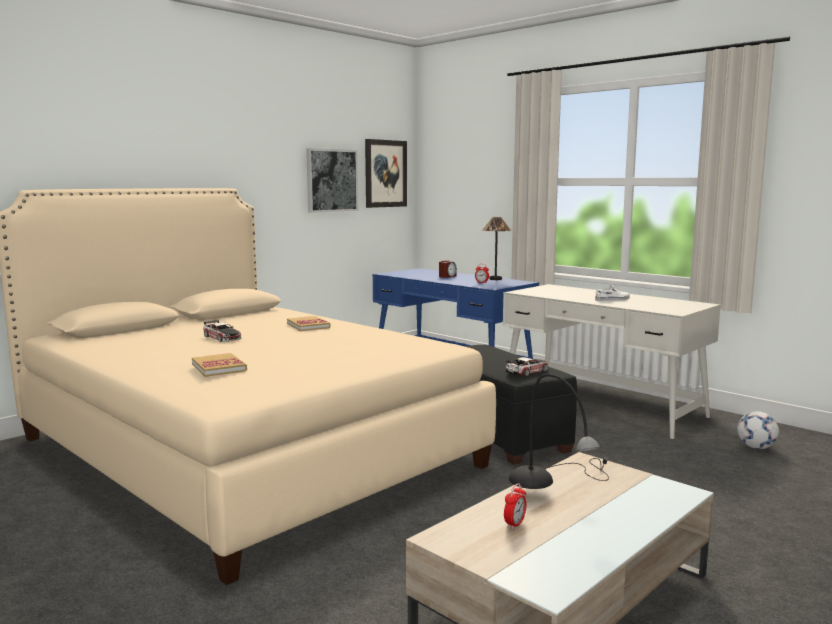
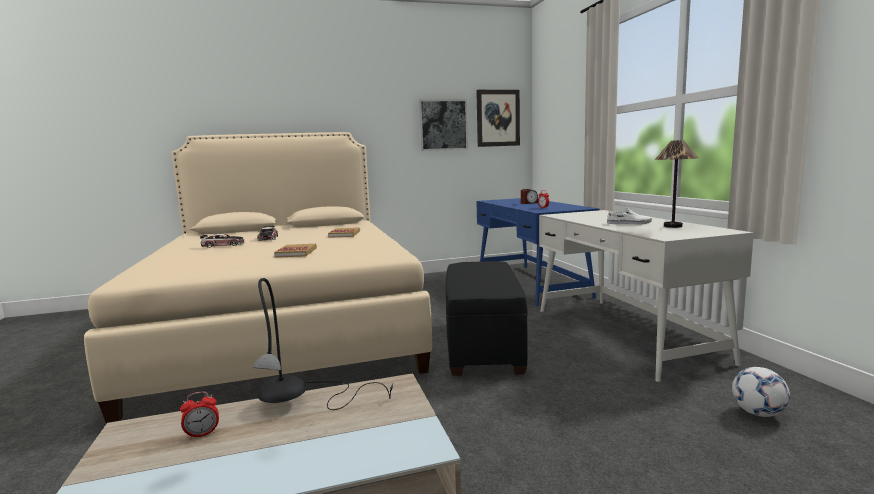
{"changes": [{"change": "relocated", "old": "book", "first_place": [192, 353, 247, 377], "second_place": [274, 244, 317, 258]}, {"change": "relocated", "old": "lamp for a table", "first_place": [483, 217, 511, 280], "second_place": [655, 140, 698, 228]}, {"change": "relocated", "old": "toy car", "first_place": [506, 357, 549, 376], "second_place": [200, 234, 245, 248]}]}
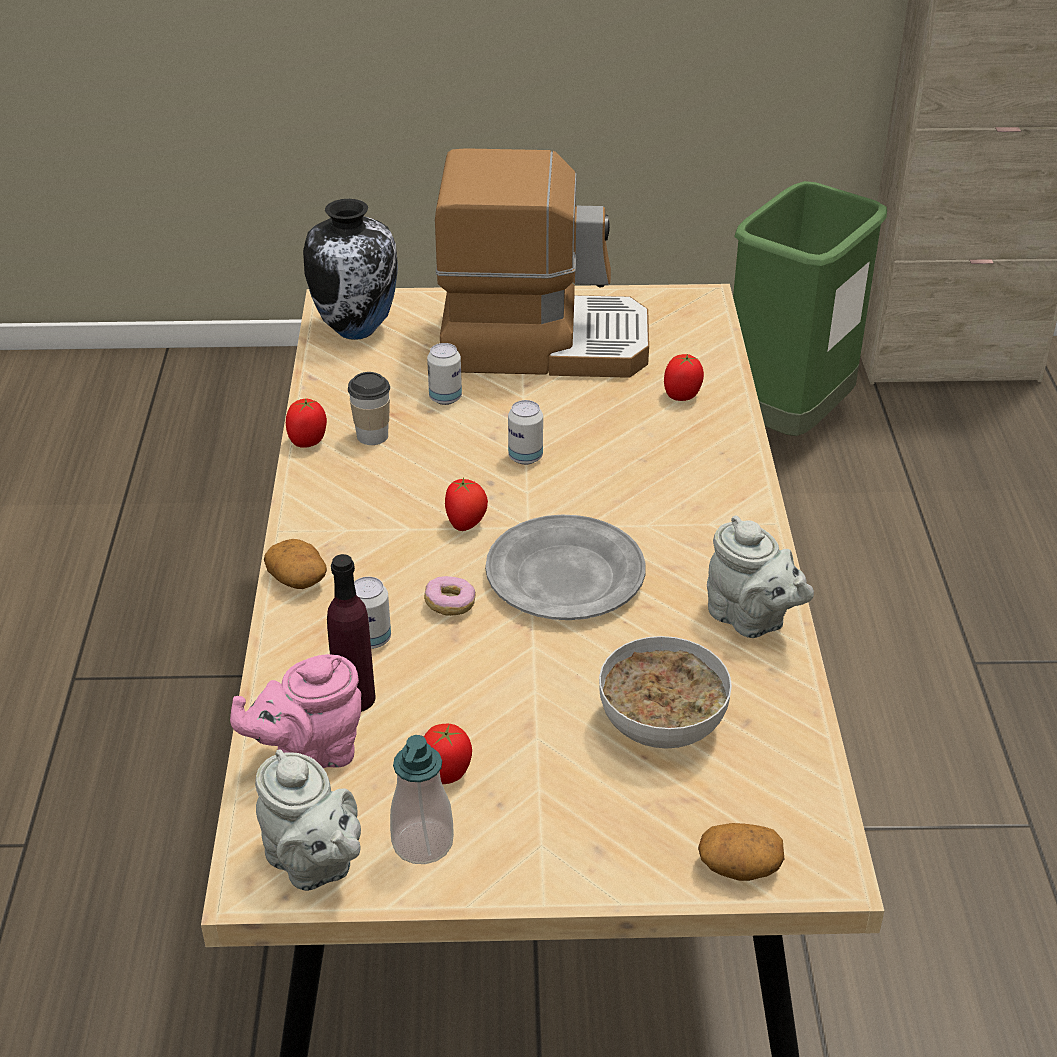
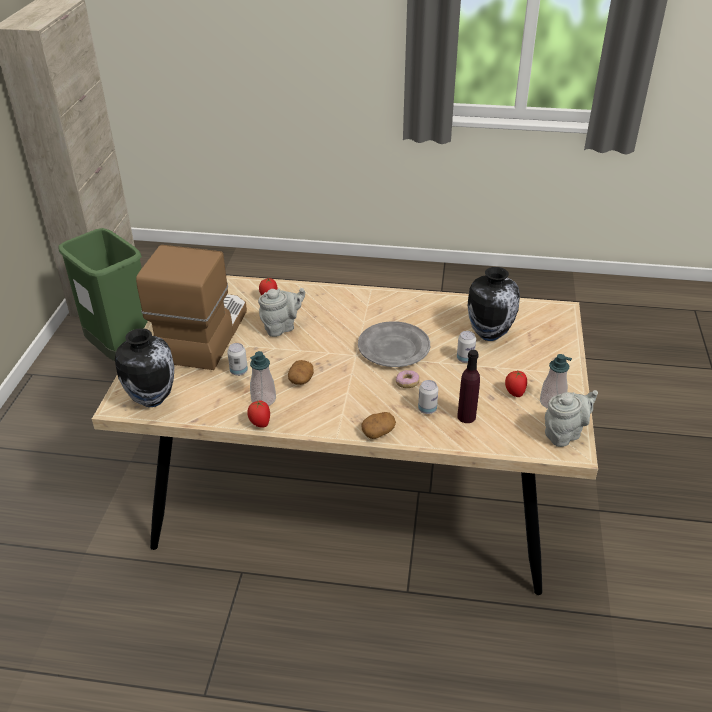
{"changes": [{"change": "missing", "old": "pot for tea (pinkish)", "first_place": [230, 654, 362, 768]}, {"change": "missing", "old": "tomato", "first_place": [445, 477, 488, 531]}, {"change": "relocated", "old": "sealed can", "first_place": [508, 400, 543, 465], "second_place": [457, 331, 476, 363]}, {"change": "relocated", "old": "whole potato", "first_place": [698, 823, 784, 881], "second_place": [288, 360, 314, 385]}, {"change": "relocated", "old": "pot for tea (greyish)", "first_place": [707, 515, 814, 638], "second_place": [258, 288, 305, 337]}, {"change": "exchanged", "old": "drinking cup", "new": "soap bottle", "first_place": [348, 372, 390, 445], "second_place": [250, 351, 276, 406]}, {"change": "exchanged", "old": "serving bowl", "new": "vase", "first_place": [599, 636, 732, 748], "second_place": [468, 267, 520, 341]}]}
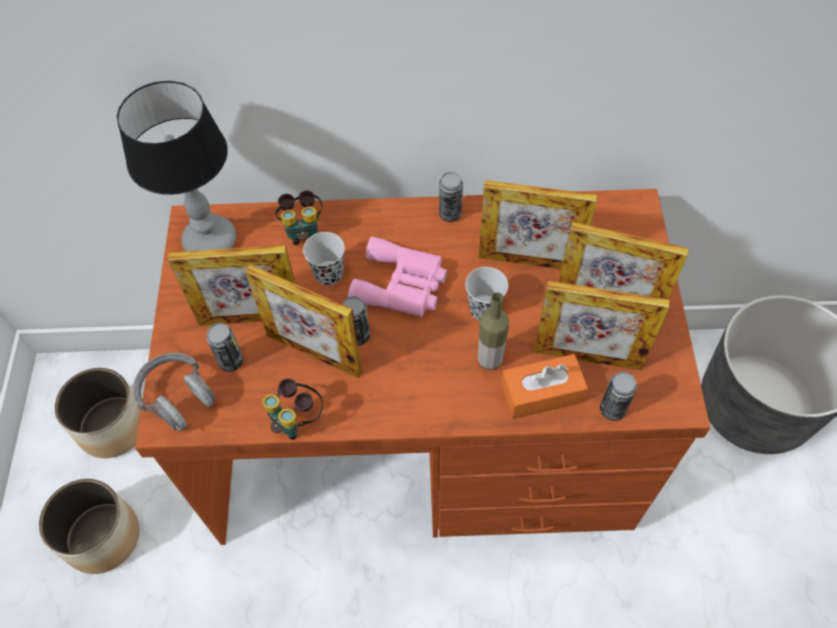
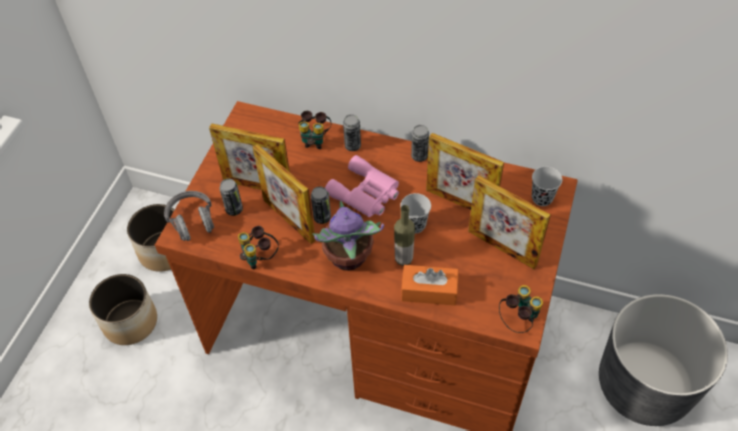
{"changes": [{"change": "missing", "old": "lamp for a table", "first_place": [117, 81, 236, 251]}, {"change": "missing", "old": "photo frame", "first_place": [533, 281, 670, 370]}, {"change": "appeared", "new": "potted plant", "second_place": [312, 201, 384, 271]}, {"change": "appeared", "new": "binoculars", "second_place": [499, 285, 543, 333]}, {"change": "relocated", "old": "drinking cup (black)", "first_place": [303, 232, 345, 286], "second_place": [532, 166, 562, 206]}, {"change": "relocated", "old": "sealed can", "first_place": [600, 372, 637, 421], "second_place": [343, 114, 361, 151]}]}
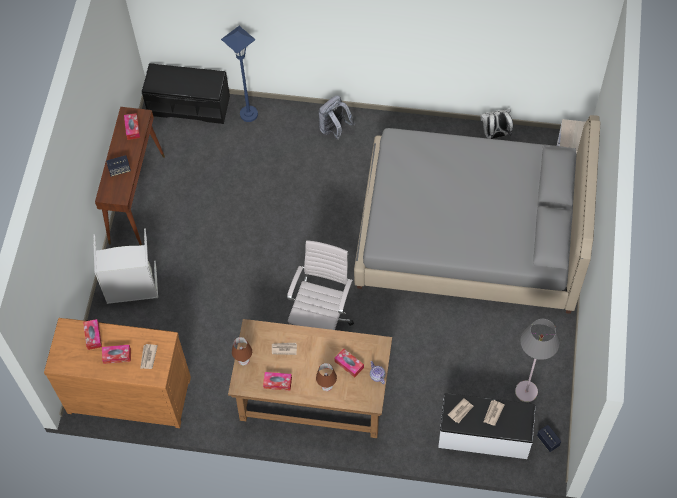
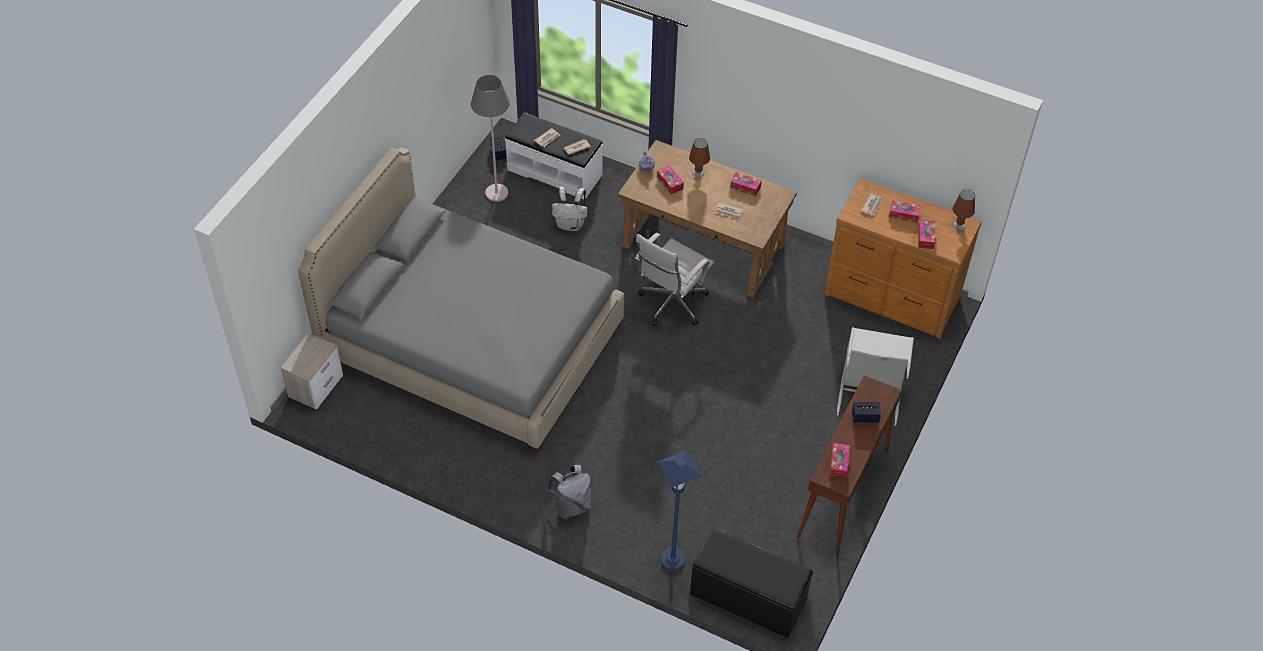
{"changes": [{"change": "relocated", "old": "lamp for a table (brown)", "first_place": [232, 337, 252, 365], "second_place": [952, 189, 975, 230]}, {"change": "relocated", "old": "knapsack (white)", "first_place": [480, 109, 513, 139], "second_place": [552, 186, 588, 231]}]}
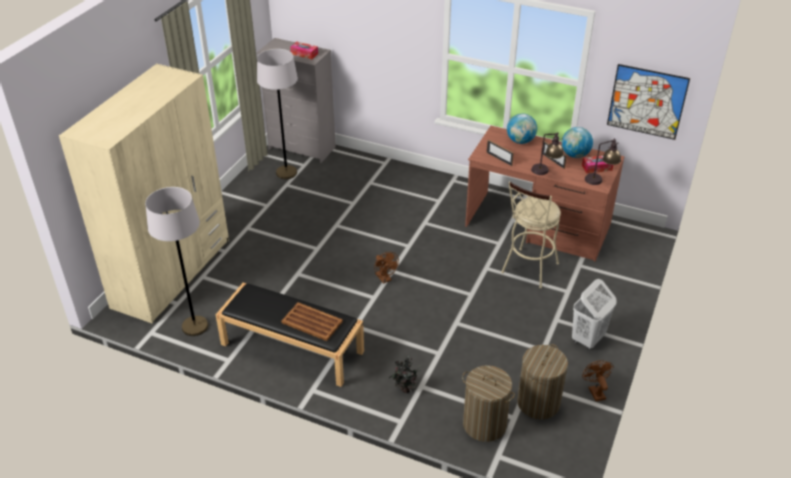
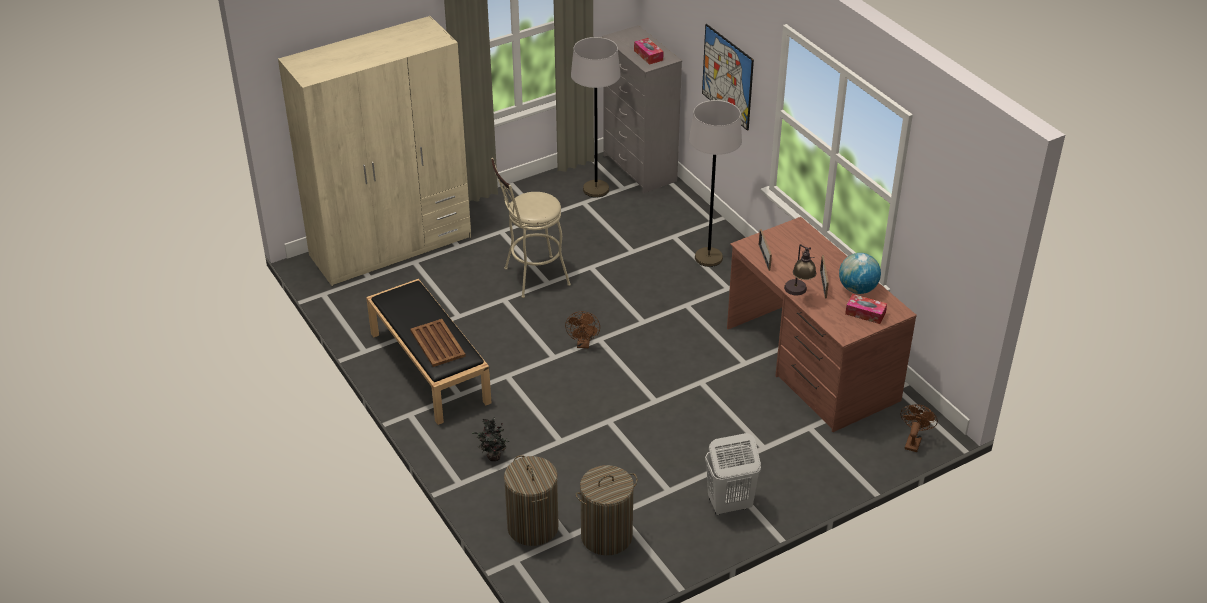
{"changes": [{"change": "missing", "old": "desk globe", "first_place": [507, 113, 537, 144]}, {"change": "missing", "old": "lamp for a table", "first_place": [585, 138, 621, 185]}, {"change": "relocated", "old": "standard lamp (greyish)", "first_place": [145, 187, 208, 336], "second_place": [689, 100, 742, 267]}, {"change": "relocated", "old": "stool seat (sand-coloured)", "first_place": [501, 181, 561, 288], "second_place": [491, 158, 571, 298]}, {"change": "relocated", "old": "cooling fan (brown)", "first_place": [582, 360, 613, 401], "second_place": [900, 404, 938, 452]}, {"change": "relocated", "old": "wall art", "first_place": [607, 64, 690, 140], "second_place": [702, 24, 754, 131]}]}
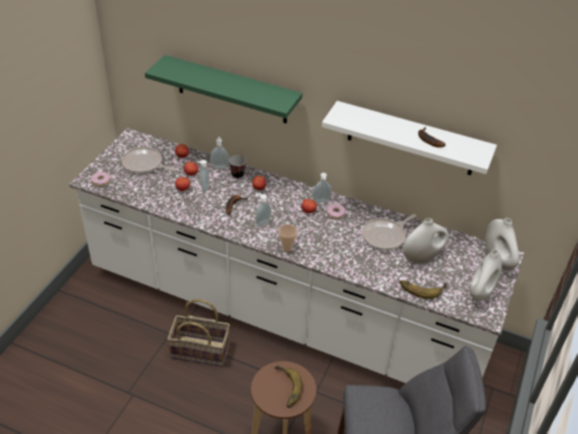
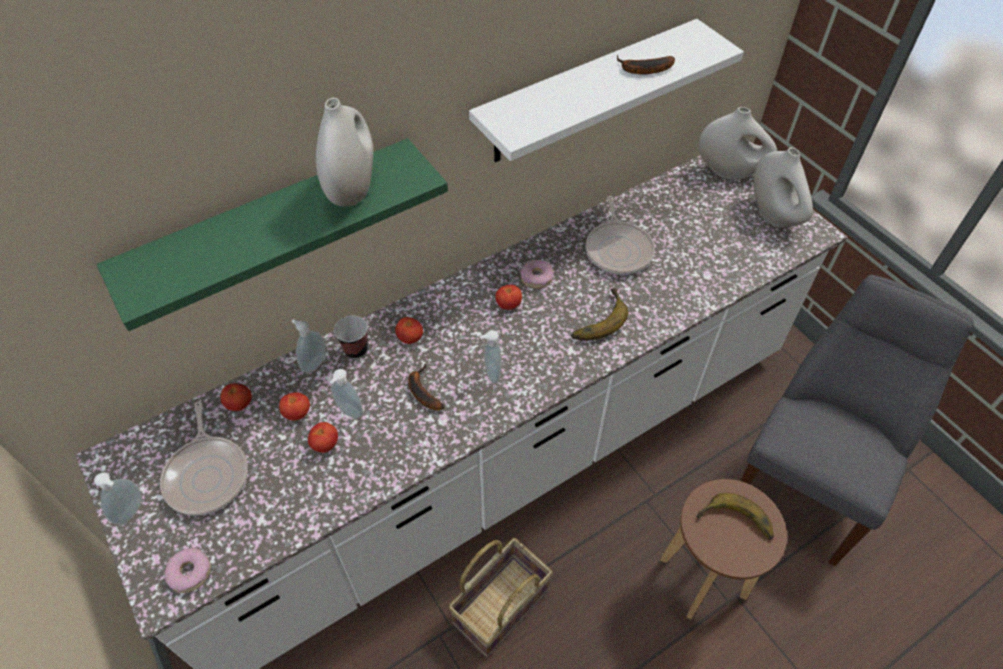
{"changes": [{"change": "missing", "old": "drinking cup", "first_place": [279, 224, 297, 251]}, {"change": "relocated", "old": "soap bottle", "first_place": [312, 173, 332, 203], "second_place": [94, 473, 142, 524]}, {"change": "relocated", "old": "whole banana", "first_place": [400, 280, 447, 299], "second_place": [571, 289, 628, 341]}, {"change": "relocated", "old": "vase (white)", "first_place": [403, 218, 449, 264], "second_place": [316, 97, 373, 207]}, {"change": "spun", "old": "frying pan", "first_place": [122, 147, 176, 174], "second_place": [160, 402, 248, 516], "degrees": -75}]}
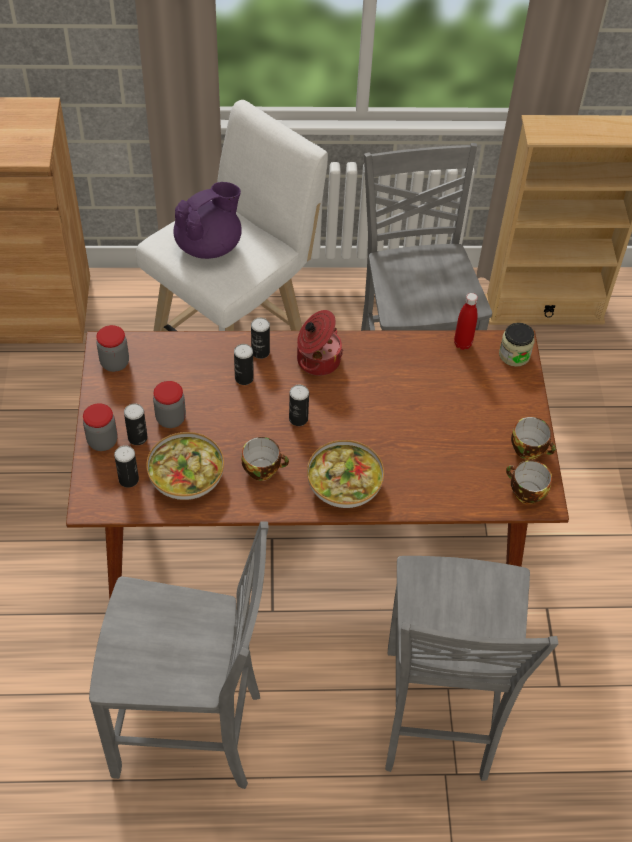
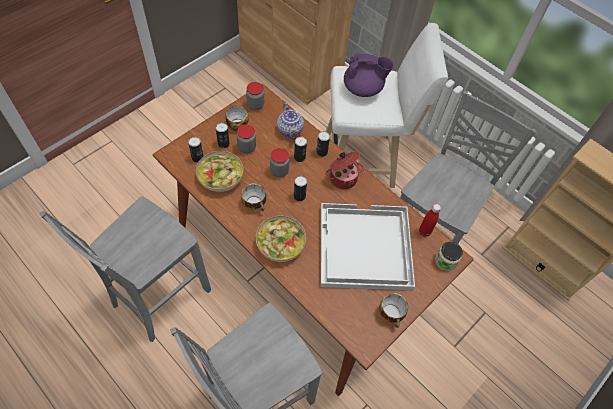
{"changes": [{"change": "appeared", "new": "pot for tea", "second_place": [277, 103, 304, 139]}, {"change": "appeared", "new": "tray (white)", "second_place": [321, 203, 415, 290]}, {"change": "relocated", "old": "jar", "first_place": [83, 403, 117, 451], "second_place": [270, 148, 289, 177]}, {"change": "relocated", "old": "drinking cup", "first_place": [506, 460, 552, 504], "second_place": [225, 105, 248, 131]}, {"change": "spun", "old": "plain chair (greyish)", "first_place": [89, 521, 269, 789], "second_place": [39, 196, 211, 342], "degrees": 75}]}
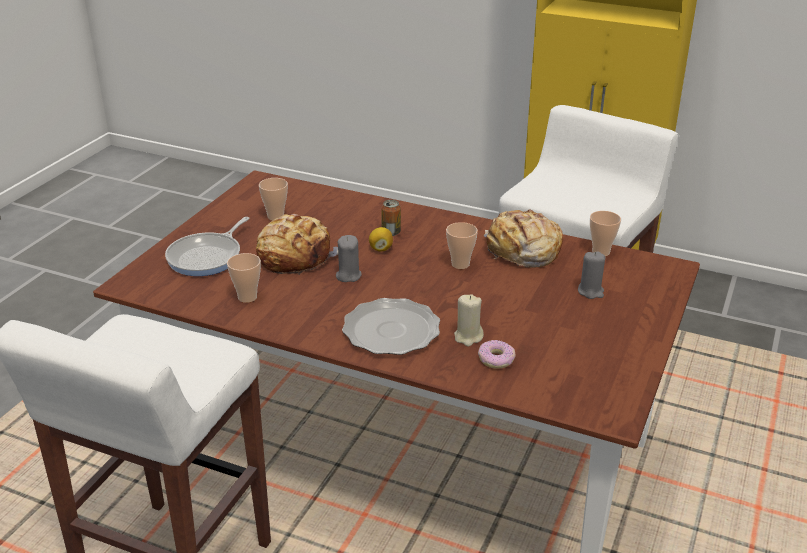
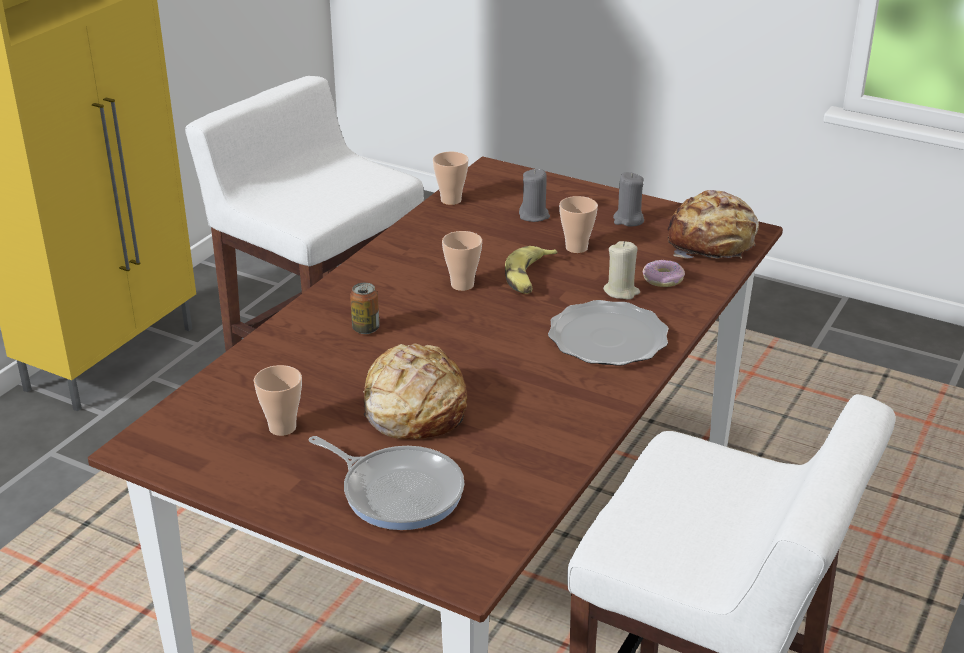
{"changes": [{"change": "missing", "old": "citrus fruit", "first_place": [369, 227, 393, 252]}, {"change": "appeared", "new": "whole banana", "second_place": [505, 246, 558, 294]}, {"change": "relocated", "old": "drinking cup", "first_place": [227, 253, 261, 303], "second_place": [559, 196, 598, 253]}, {"change": "relocated", "old": "wax candle (greyish)", "first_place": [336, 235, 362, 282], "second_place": [613, 172, 644, 227]}, {"change": "relocated", "old": "bakery bread", "first_place": [483, 209, 563, 268], "second_place": [667, 190, 759, 258]}]}
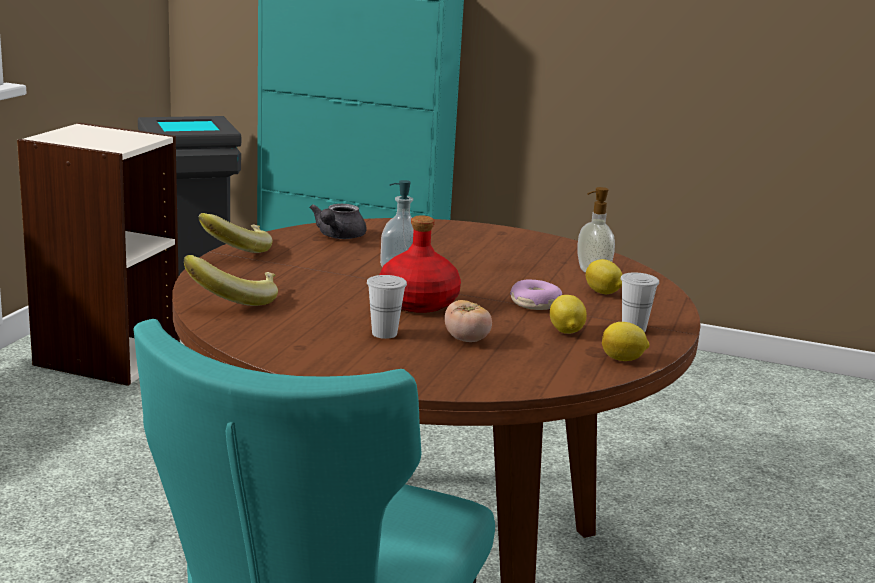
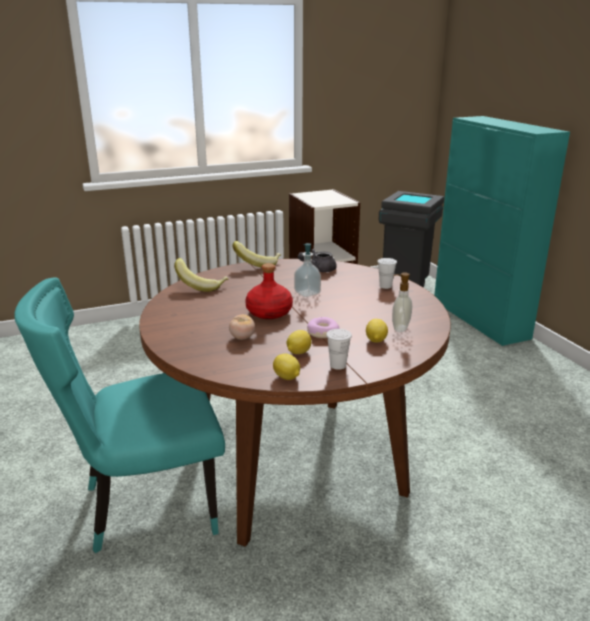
{"changes": [{"change": "relocated", "old": "drinking cup (white)", "first_place": [367, 275, 407, 339], "second_place": [377, 258, 397, 289]}]}
